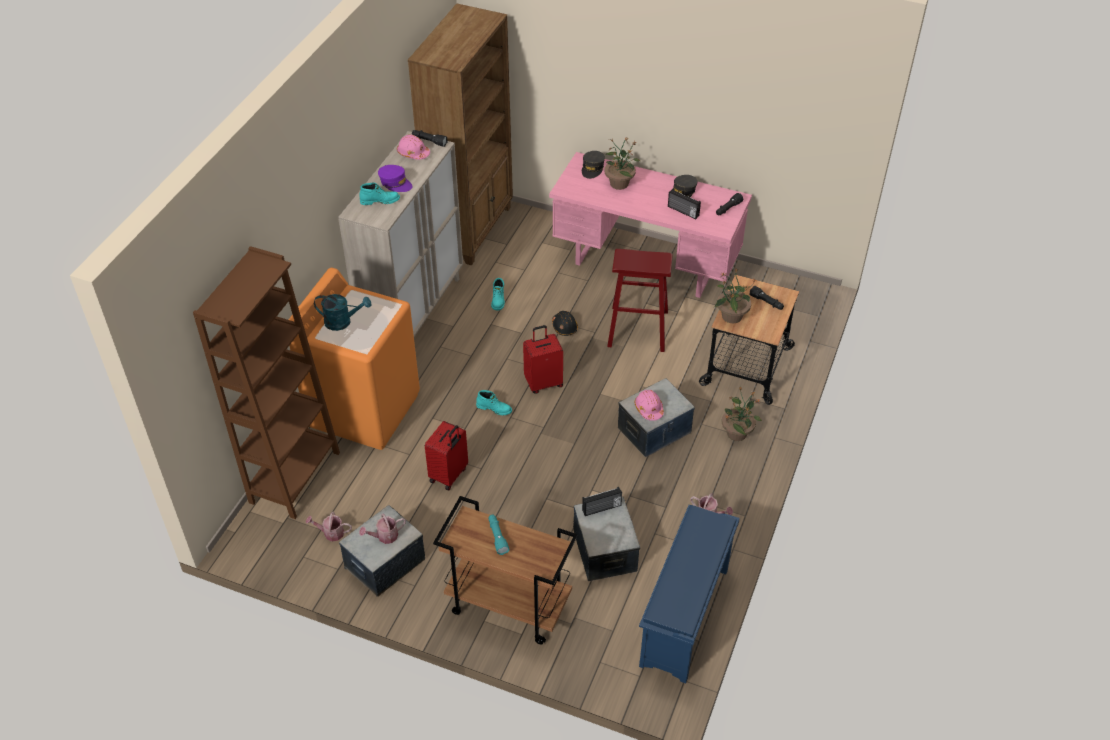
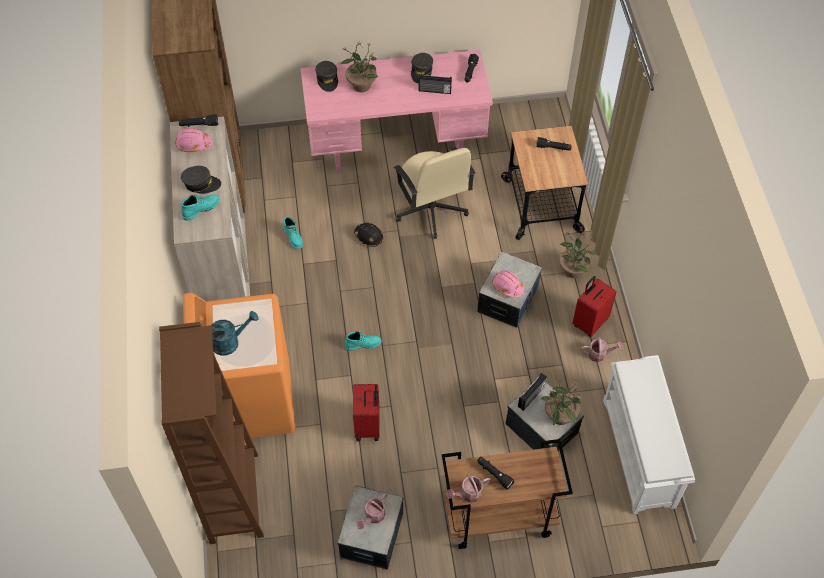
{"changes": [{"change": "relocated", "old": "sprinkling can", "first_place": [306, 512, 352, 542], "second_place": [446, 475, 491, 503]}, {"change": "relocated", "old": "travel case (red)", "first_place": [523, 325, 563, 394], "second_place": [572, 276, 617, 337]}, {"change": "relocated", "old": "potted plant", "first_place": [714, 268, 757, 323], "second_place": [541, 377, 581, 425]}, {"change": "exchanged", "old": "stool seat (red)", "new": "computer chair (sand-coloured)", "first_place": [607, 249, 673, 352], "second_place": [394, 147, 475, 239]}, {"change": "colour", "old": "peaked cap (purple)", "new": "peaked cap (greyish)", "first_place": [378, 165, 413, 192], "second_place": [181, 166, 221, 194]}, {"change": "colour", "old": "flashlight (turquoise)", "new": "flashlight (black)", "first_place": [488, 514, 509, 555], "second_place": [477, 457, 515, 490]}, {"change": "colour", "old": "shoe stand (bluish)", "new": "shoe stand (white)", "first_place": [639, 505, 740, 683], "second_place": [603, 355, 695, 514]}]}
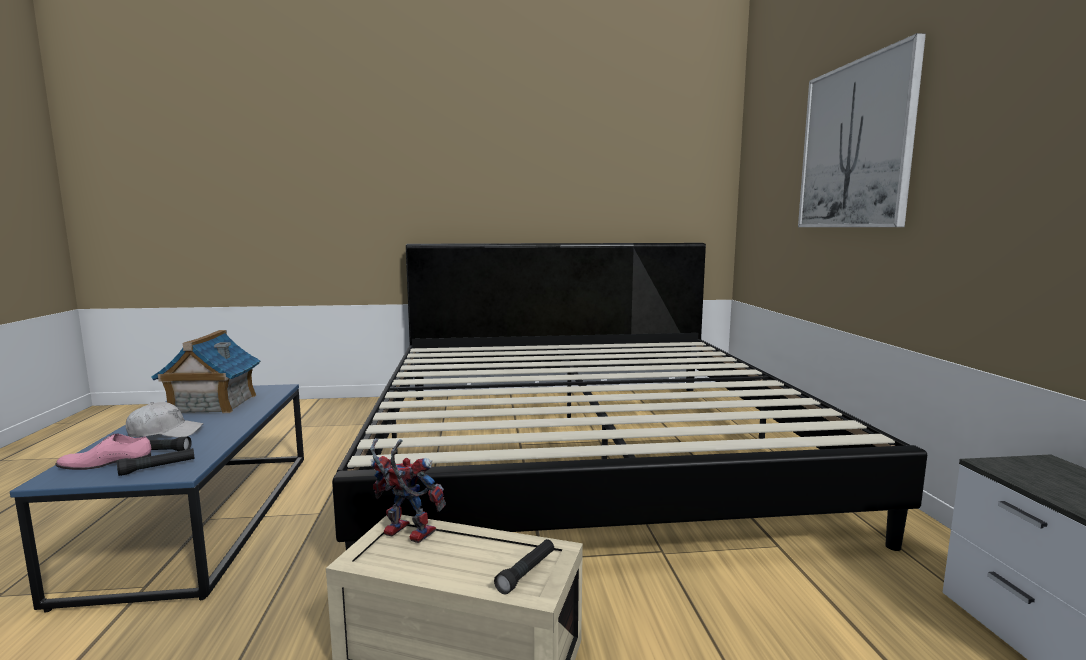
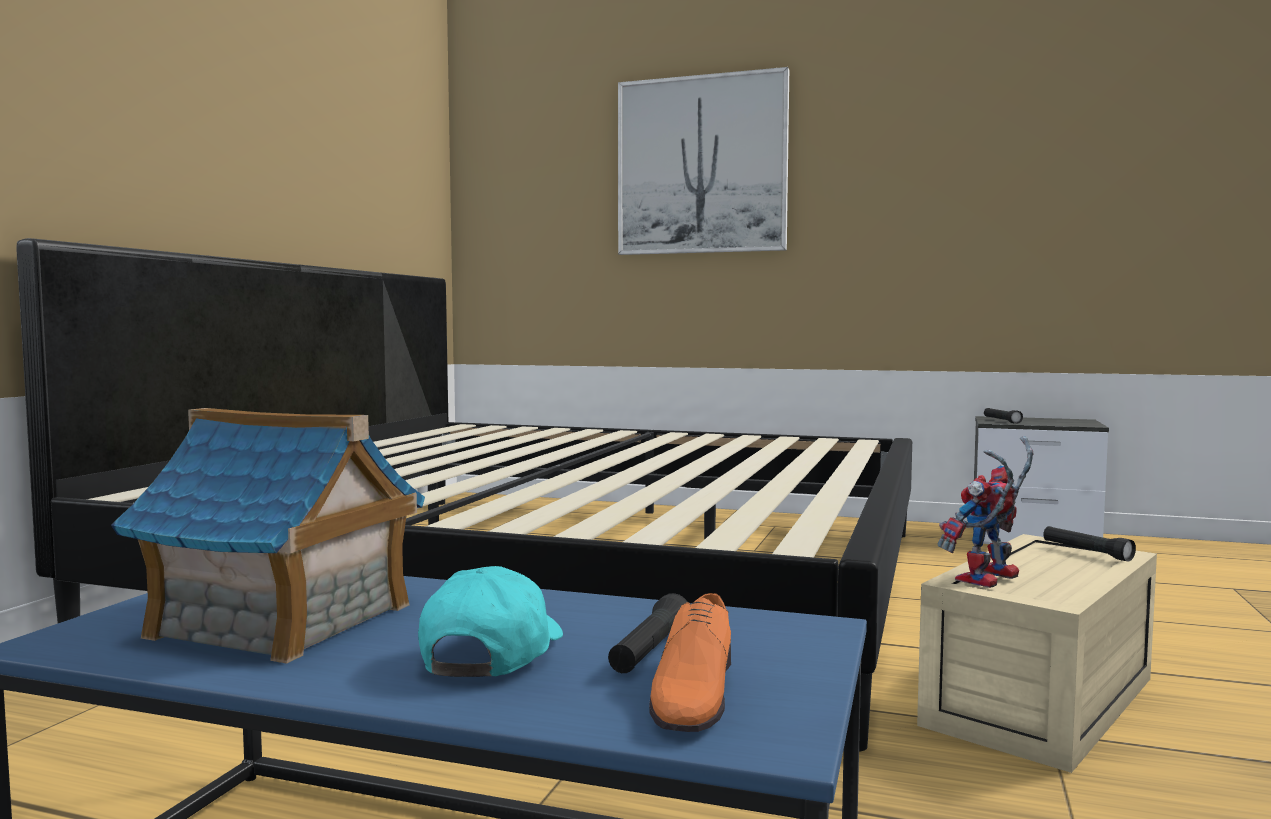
{"changes": [{"change": "relocated", "old": "flashlight (black)", "first_place": [117, 448, 195, 476], "second_place": [984, 408, 1023, 424]}, {"change": "colour", "old": "item of footwear (pinkish)", "new": "item of footwear (orange)", "first_place": [56, 433, 151, 470], "second_place": [649, 593, 731, 732]}, {"change": "colour", "old": "peaked cap (white)", "new": "peaked cap (turquoise)", "first_place": [125, 402, 204, 438], "second_place": [418, 566, 563, 677]}]}
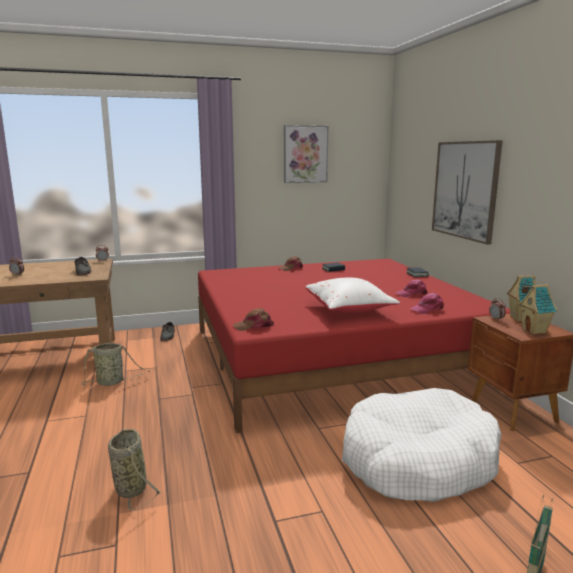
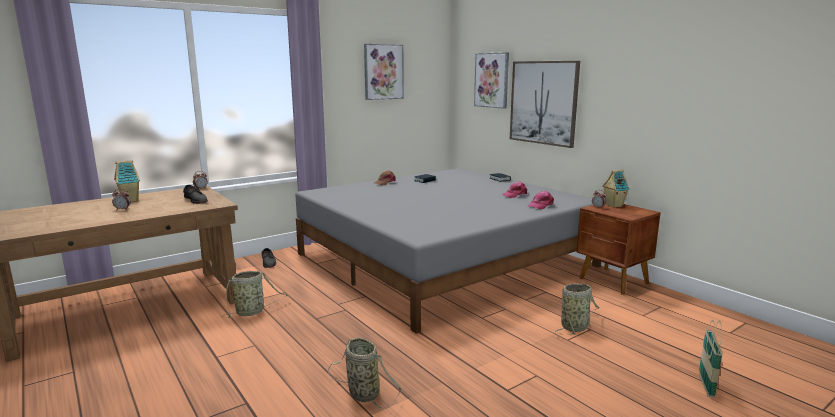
{"changes": [{"change": "missing", "old": "peaked cap (brown)", "first_place": [233, 308, 274, 331]}, {"change": "missing", "old": "pillow (white)", "first_place": [305, 278, 400, 313]}, {"change": "appeared", "new": "wall art", "second_place": [474, 52, 509, 109]}, {"change": "relocated", "old": "miniature house", "first_place": [518, 284, 557, 334], "second_place": [114, 160, 140, 202]}, {"change": "exchanged", "old": "pet bed (white)", "new": "storage basket", "first_place": [342, 388, 501, 502], "second_place": [555, 283, 600, 335]}, {"change": "colour", "old": "sleeping bed (red)", "new": "sleeping bed (greyish)", "first_place": [198, 259, 510, 433], "second_place": [295, 168, 601, 334]}]}
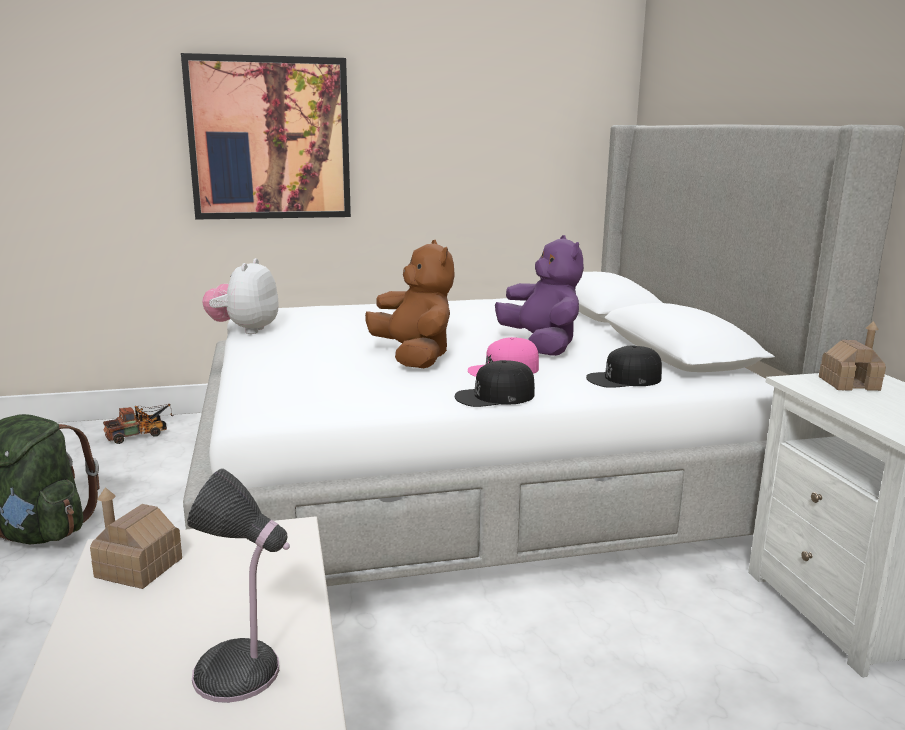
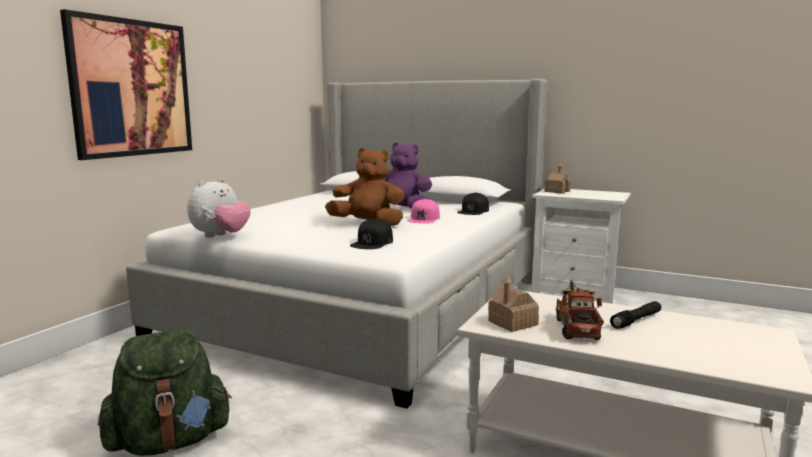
{"changes": [{"change": "relocated", "old": "toy truck", "first_place": [103, 404, 173, 444], "second_place": [555, 280, 604, 340]}, {"change": "relocated", "old": "peaked cap (black)", "first_place": [455, 360, 535, 407], "second_place": [350, 218, 393, 249]}, {"change": "exchanged", "old": "lamp for a table", "new": "flashlight (black)", "first_place": [187, 469, 290, 703], "second_place": [610, 301, 661, 329]}, {"change": "spun", "old": "plush toy", "first_place": [202, 258, 279, 334], "second_place": [187, 178, 251, 238], "degrees": -105}]}
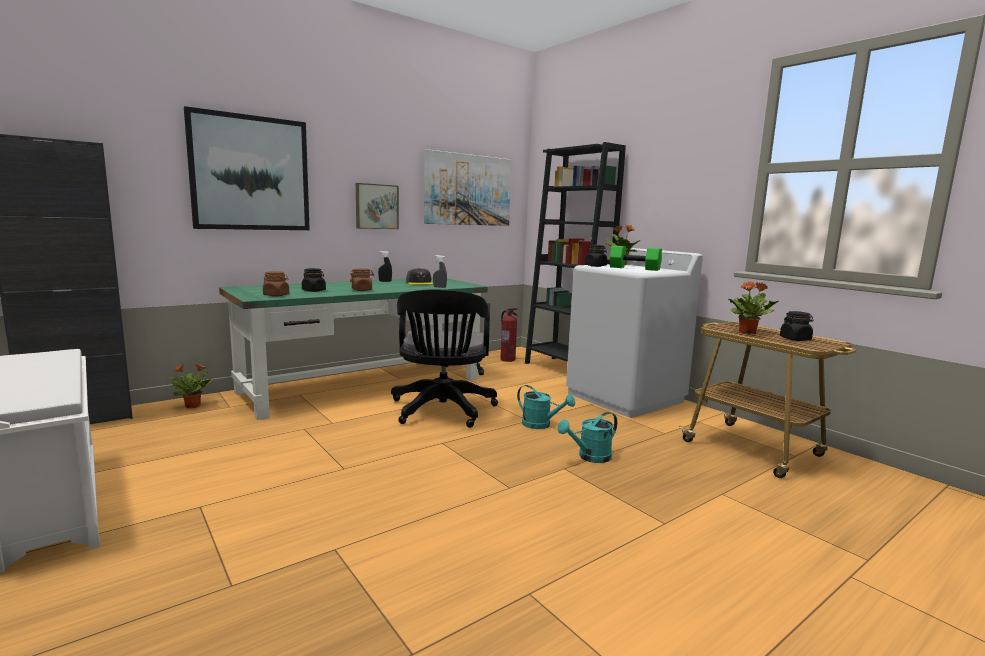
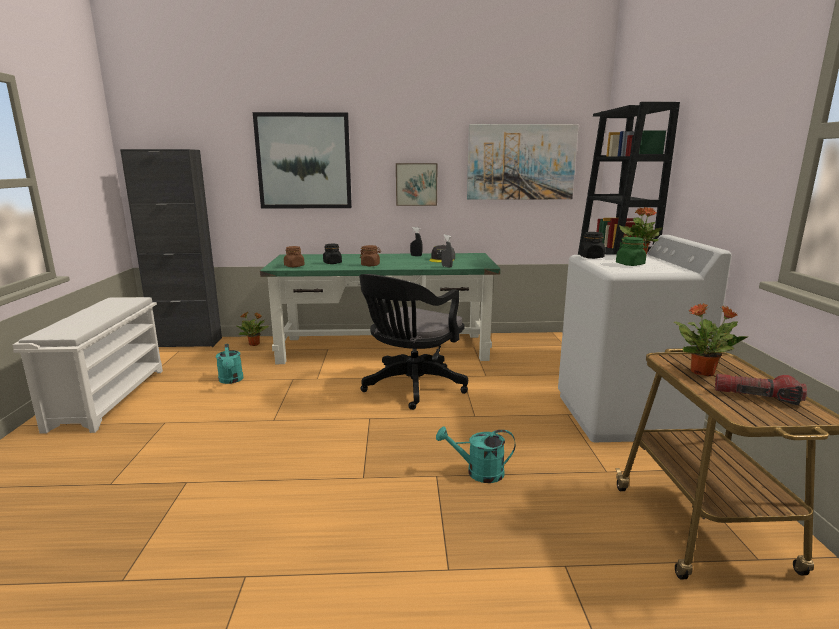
{"changes": [{"change": "missing", "old": "extinguisher", "first_place": [500, 308, 518, 362]}, {"change": "relocated", "old": "sprinkling can (turquoise)", "first_place": [517, 385, 575, 429], "second_place": [216, 344, 244, 384]}, {"change": "exchanged", "old": "hand weight (greenish)", "new": "jar (greenish)", "first_place": [609, 246, 662, 271], "second_place": [616, 237, 647, 266]}, {"change": "exchanged", "old": "jar (black)", "new": "flashlight", "first_place": [780, 311, 813, 341], "second_place": [715, 374, 807, 405]}]}
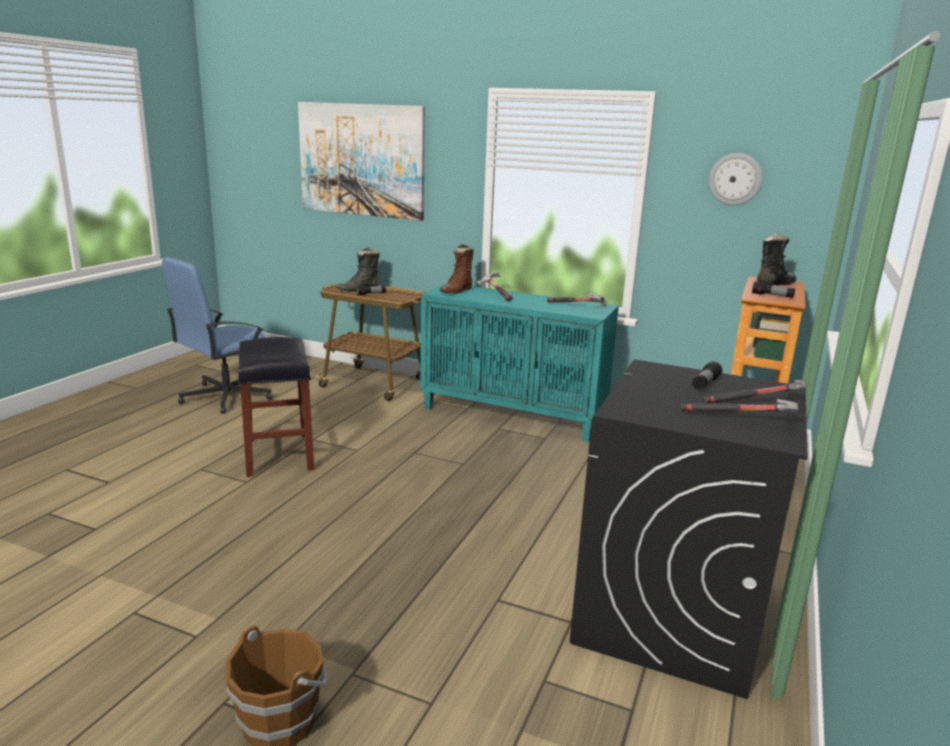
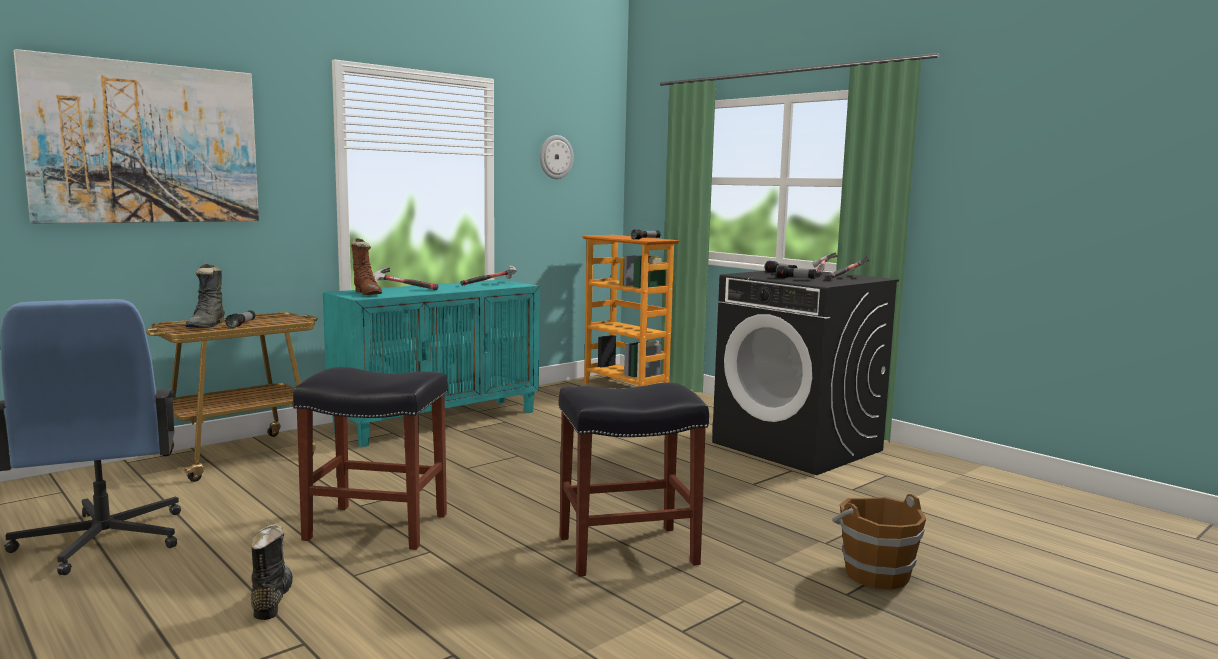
{"changes": [{"change": "appeared", "new": "stool seat (black)", "second_place": [559, 383, 709, 577]}, {"change": "appeared", "new": "flashlight", "second_place": [776, 265, 816, 279]}, {"change": "relocated", "old": "tall boot (black)", "first_place": [757, 234, 796, 285], "second_place": [251, 524, 293, 620]}]}
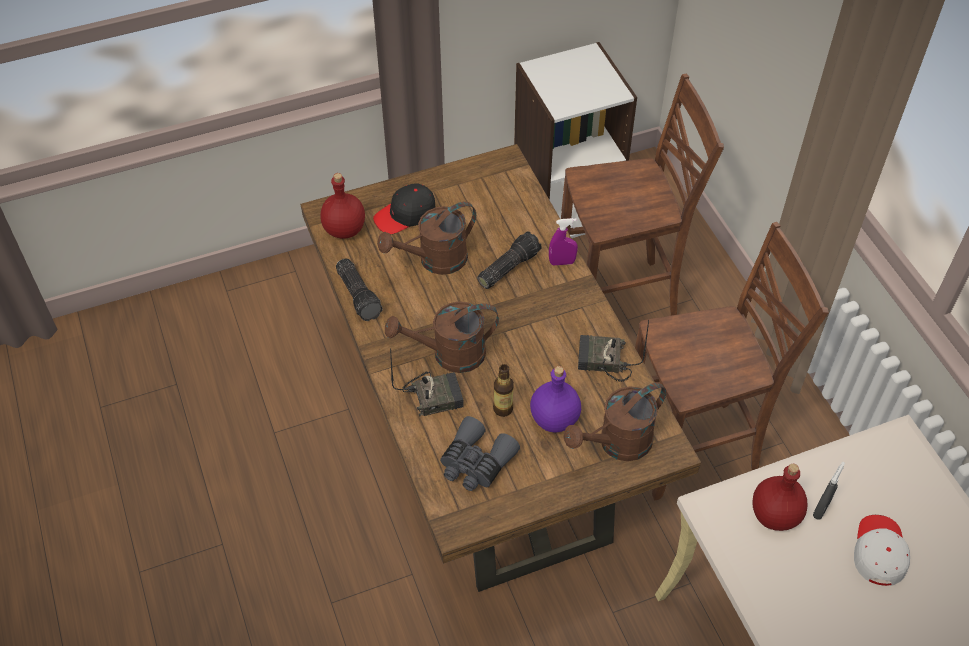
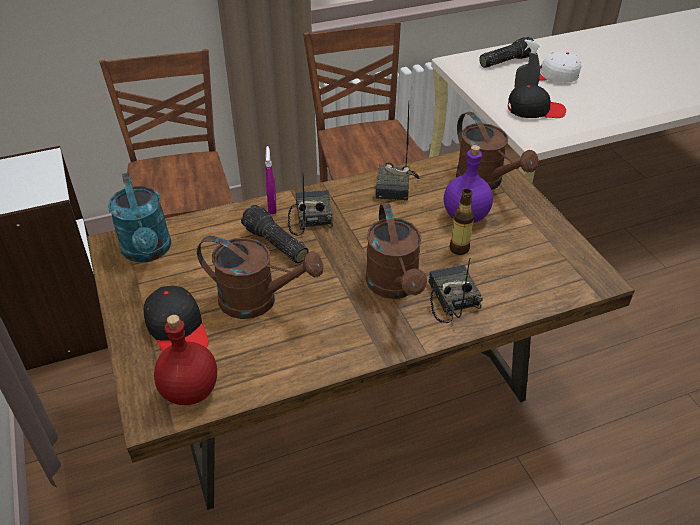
{"changes": [{"change": "missing", "old": "binoculars (greyish)", "first_place": [440, 416, 520, 491]}, {"change": "appeared", "new": "sprinkling can (turquoise)", "second_place": [108, 172, 171, 262]}, {"change": "appeared", "new": "radio", "second_place": [288, 174, 333, 236]}, {"change": "relocated", "old": "flashlight", "first_place": [336, 259, 383, 321], "second_place": [479, 37, 534, 68]}, {"change": "exchanged", "old": "beverage bottle (red)", "new": "peaked cap (black)", "first_place": [752, 464, 808, 531], "second_place": [508, 84, 566, 118]}, {"change": "spun", "old": "sprinkling can (brown)", "first_place": [377, 202, 476, 275], "second_place": [197, 236, 323, 319], "degrees": -45}]}
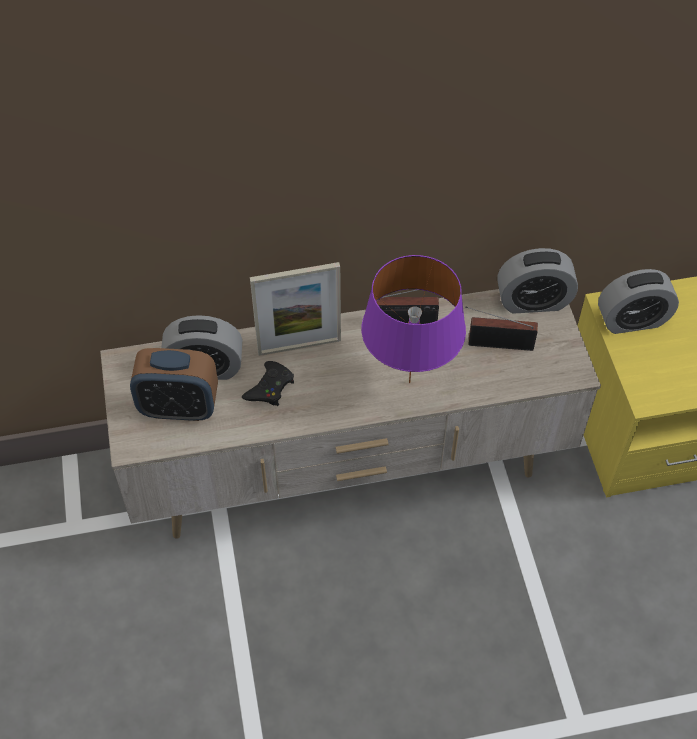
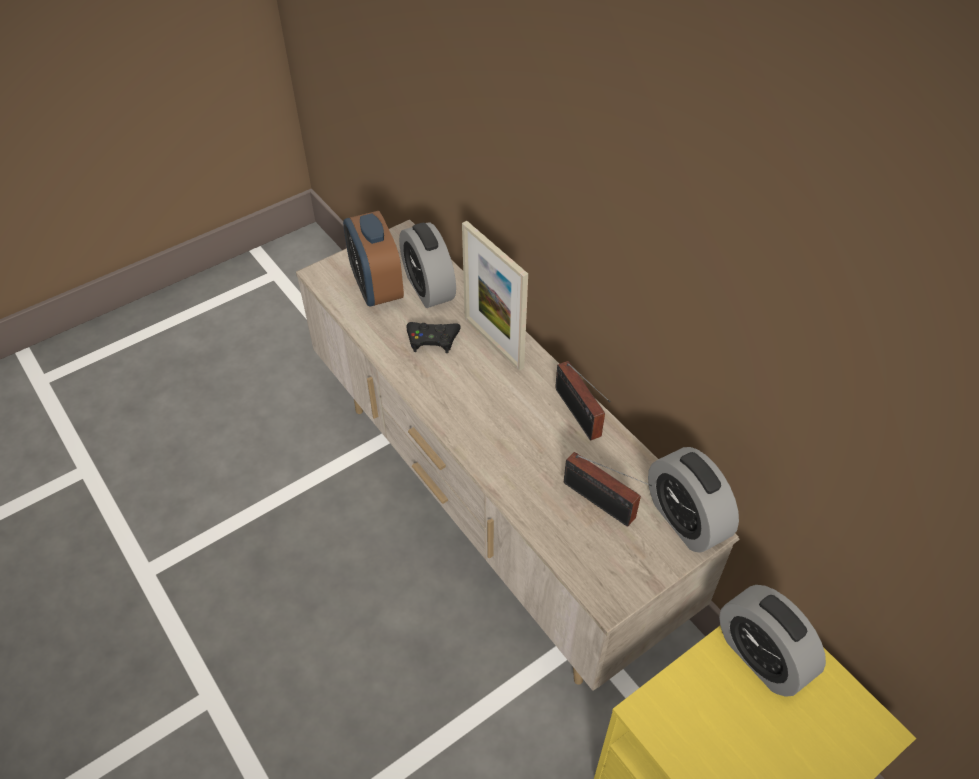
{"changes": [{"change": "missing", "old": "lamp for a table (purple)", "first_place": [361, 255, 466, 383]}, {"change": "spun", "old": "radio", "first_place": [465, 307, 538, 351], "second_place": [564, 452, 652, 527], "degrees": 150}]}
